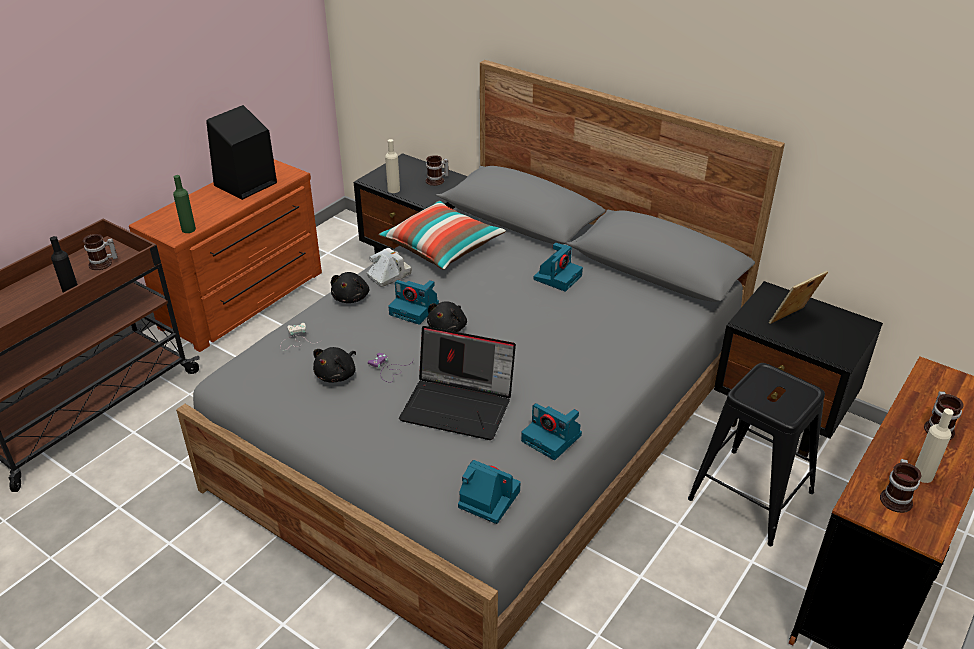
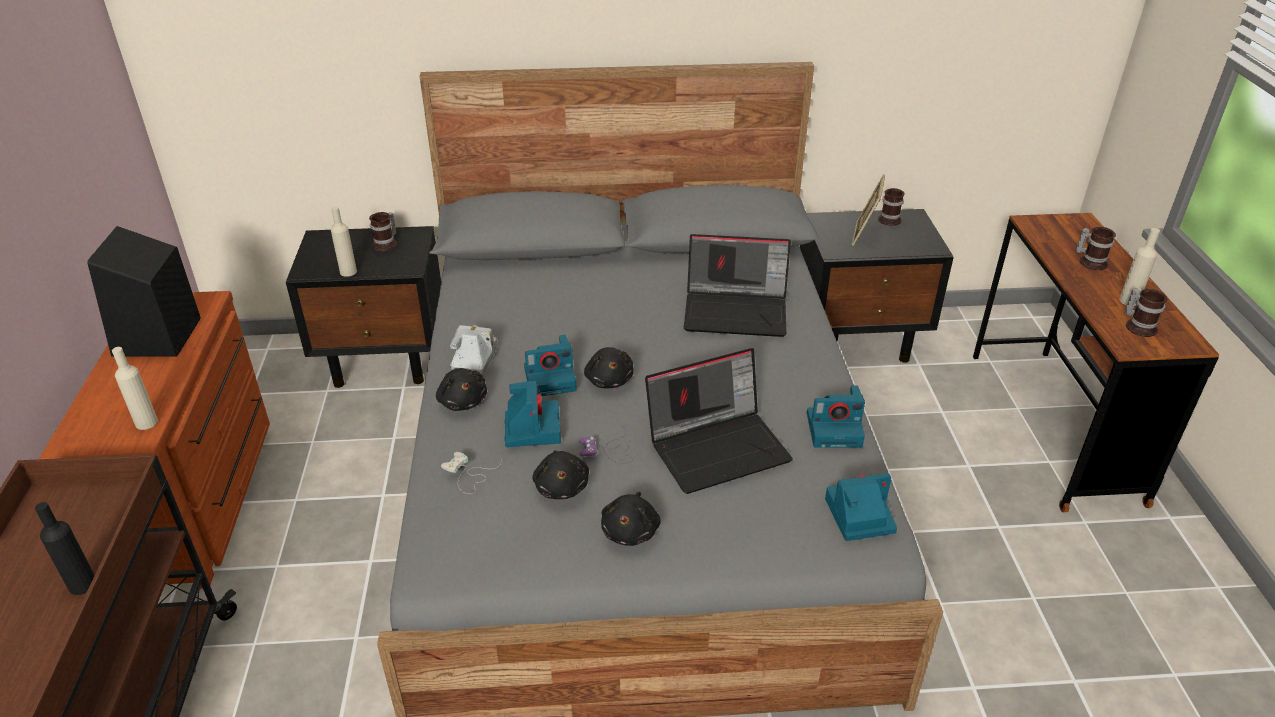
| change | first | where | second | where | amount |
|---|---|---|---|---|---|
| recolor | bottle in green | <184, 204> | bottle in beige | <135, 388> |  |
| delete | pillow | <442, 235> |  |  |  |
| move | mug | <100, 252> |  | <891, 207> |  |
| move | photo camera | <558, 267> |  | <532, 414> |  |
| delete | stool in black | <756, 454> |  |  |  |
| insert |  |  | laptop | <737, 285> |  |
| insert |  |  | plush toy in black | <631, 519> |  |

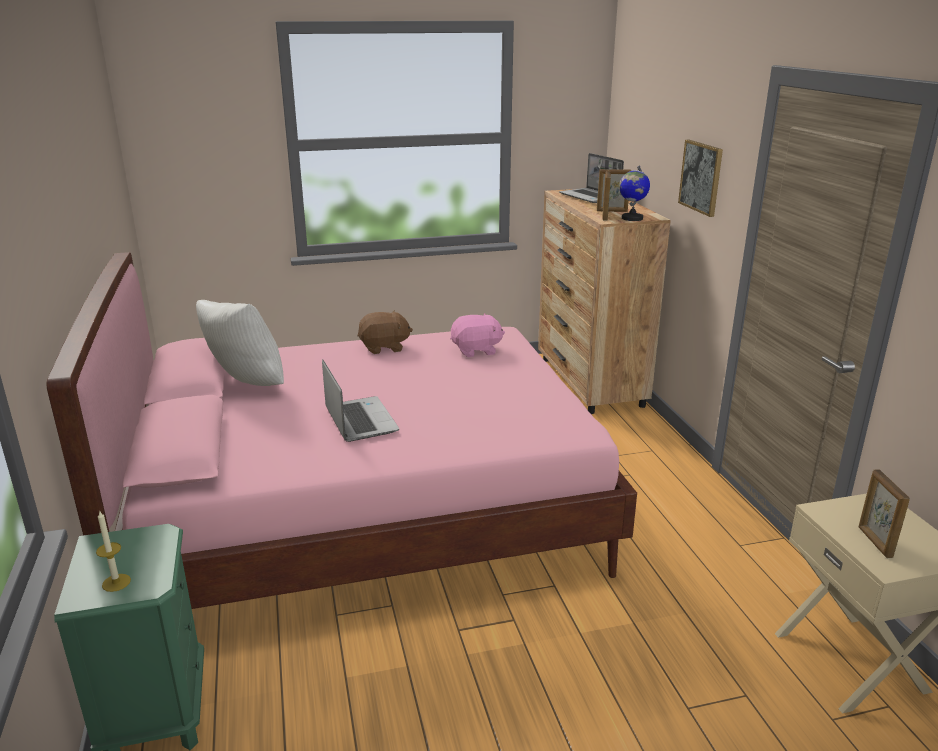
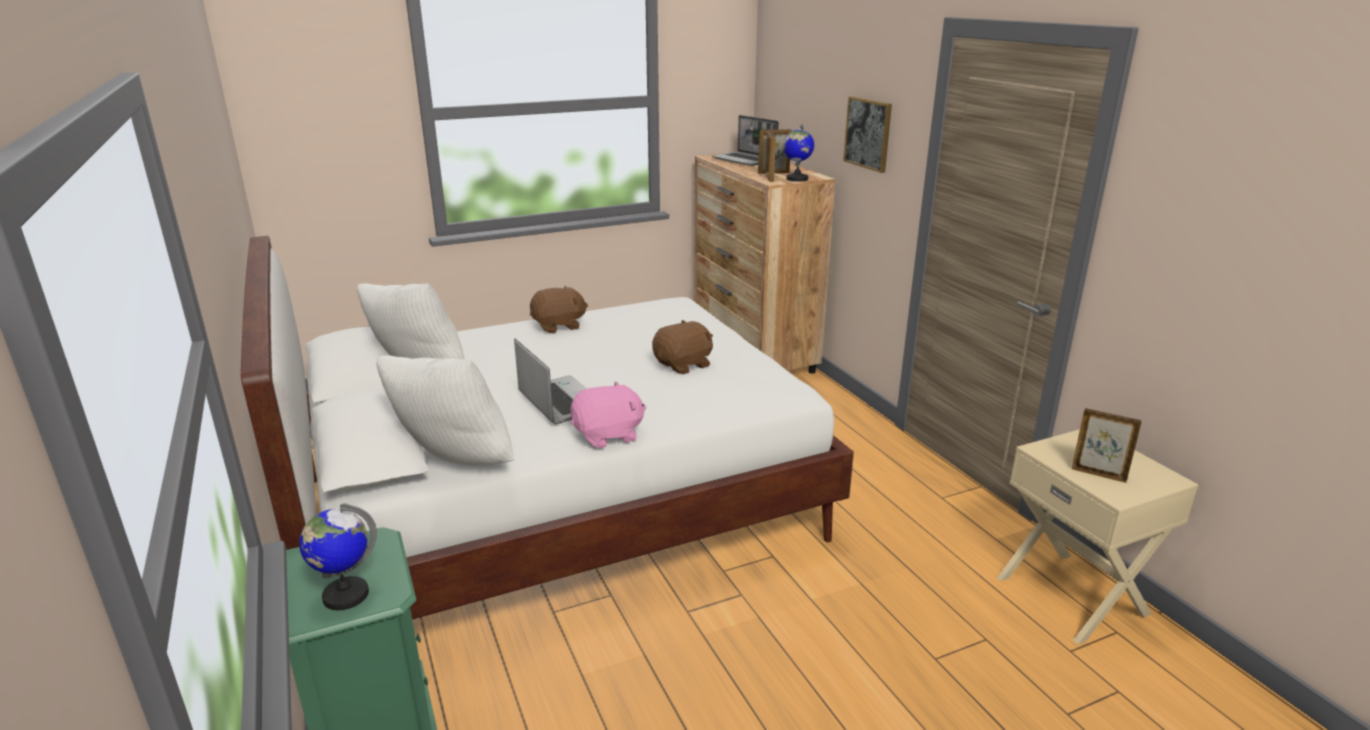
| change | first | where | second | where | amount |
|---|---|---|---|---|---|
| recolor | bed in pink | <342, 430> | bed in white | <547, 428> |  |
| move | plush toy in pink | <477, 335> |  | <608, 414> |  |
| rotate | picture frame | <884, 513> |  | <1107, 445> | 135 degrees clockwise |
| replace | candle | <113, 551> | globe | <338, 556> |  |
| insert |  |  | plush toy in brown | <682, 347> |  |
| insert |  |  | pillow in white | <445, 410> |  |

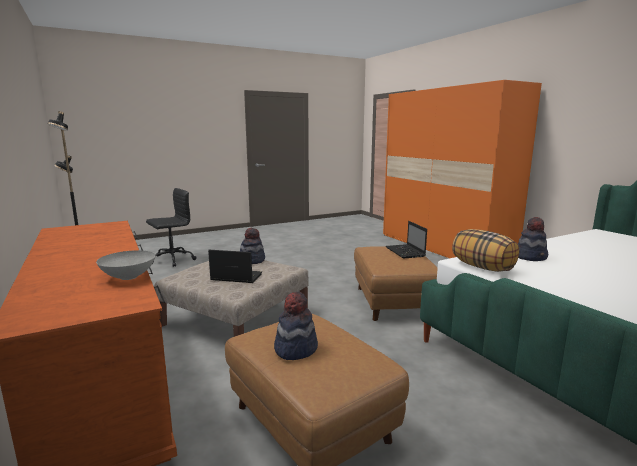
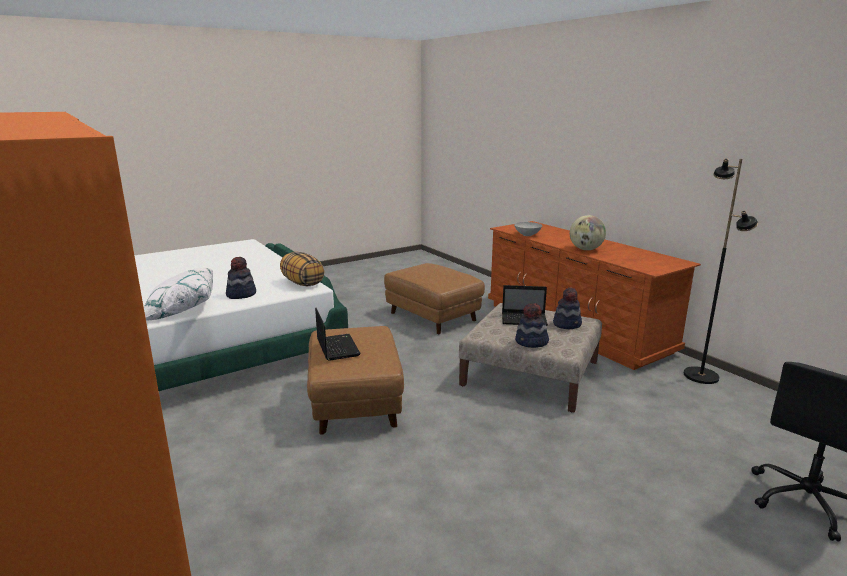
| change | first | where | second | where | amount |
|---|---|---|---|---|---|
| move | hat | <296, 326> |  | <567, 308> |  |
| insert |  |  | globe | <588, 232> |  |
| insert |  |  | pillow in white | <178, 294> |  |

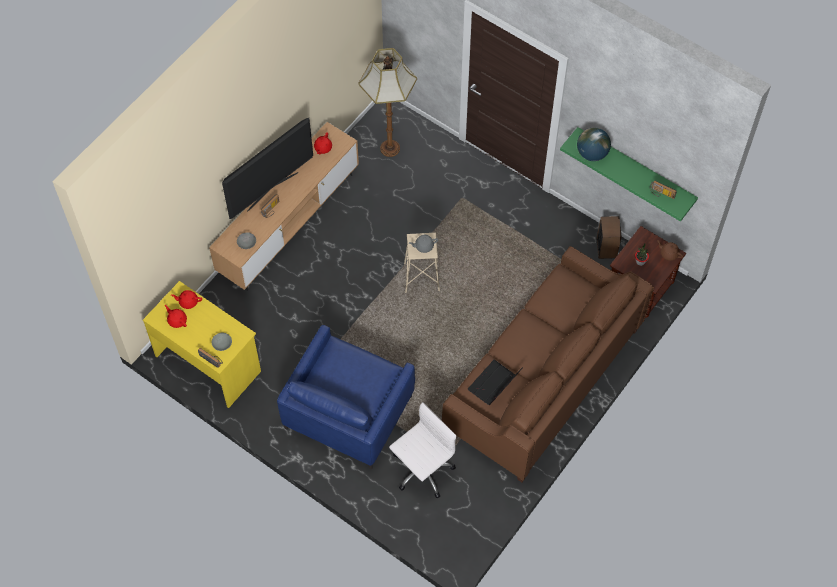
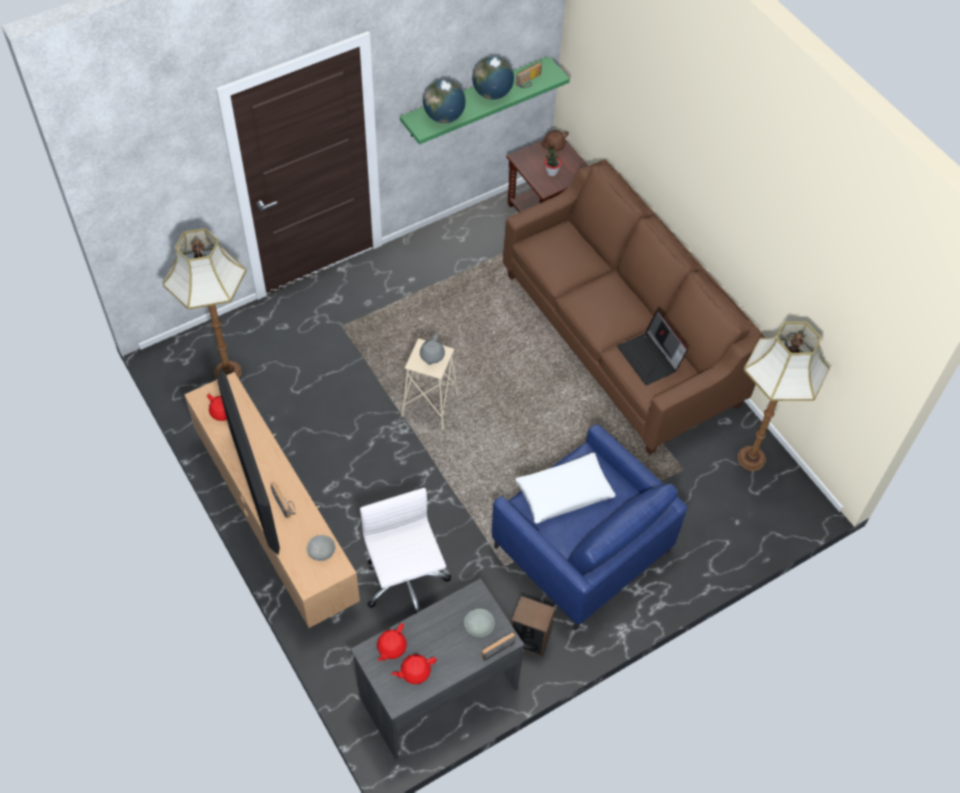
| change | first | where | second | where | amount |
|---|---|---|---|---|---|
| move | speaker | <609, 237> |  | <533, 626> |  |
| recolor | desk in yellow | <202, 344> | desk in grey | <437, 669> |  |
| move | office chair in white | <422, 450> |  | <405, 551> |  |
| insert |  |  | globe | <493, 77> |  |
| insert |  |  | floor lamp | <783, 396> |  |
| insert |  |  | pillow in white | <565, 488> |  |

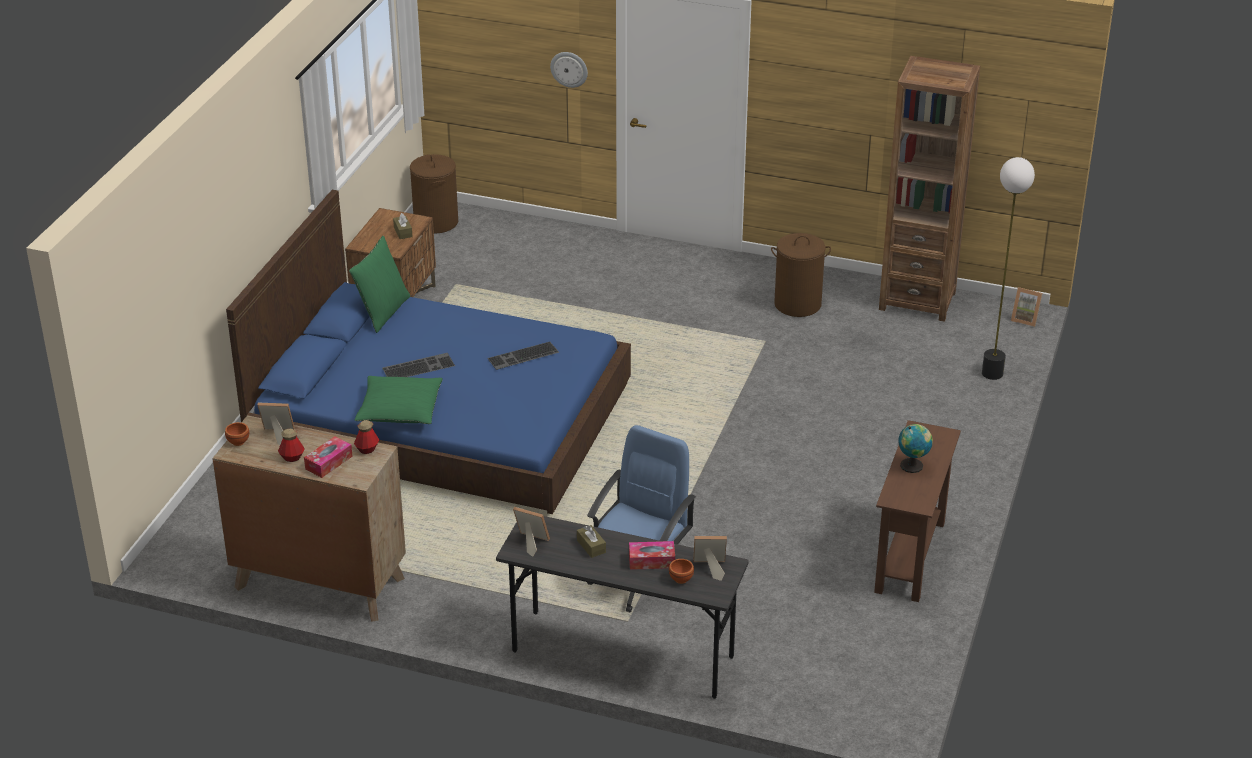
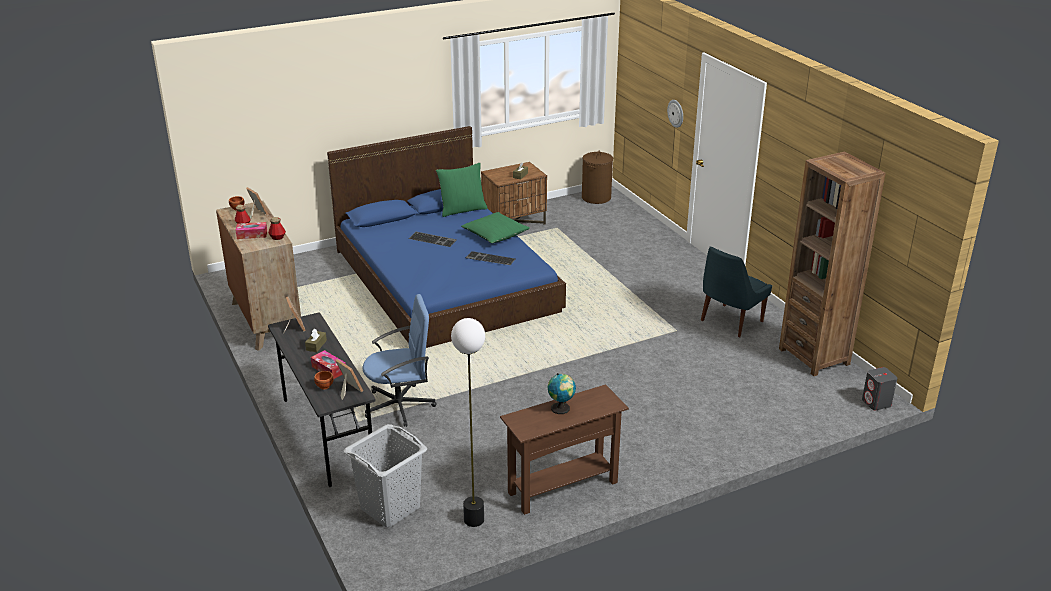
| change | first | where | second | where | amount |
|---|---|---|---|---|---|
| move | floor lamp | <1008, 268> |  | <468, 422> |  |
| replace | laundry basket in brown | <801, 275> | chair in blue | <736, 291> |  |
| replace | picture frame | <1026, 307> | speaker in grey | <879, 388> |  |
| move | pillow in green | <398, 400> |  | <495, 227> |  |
| insert |  |  | laundry basket in grey | <385, 475> |  |

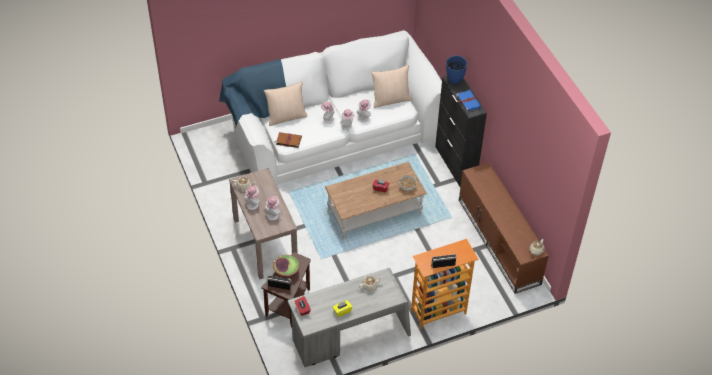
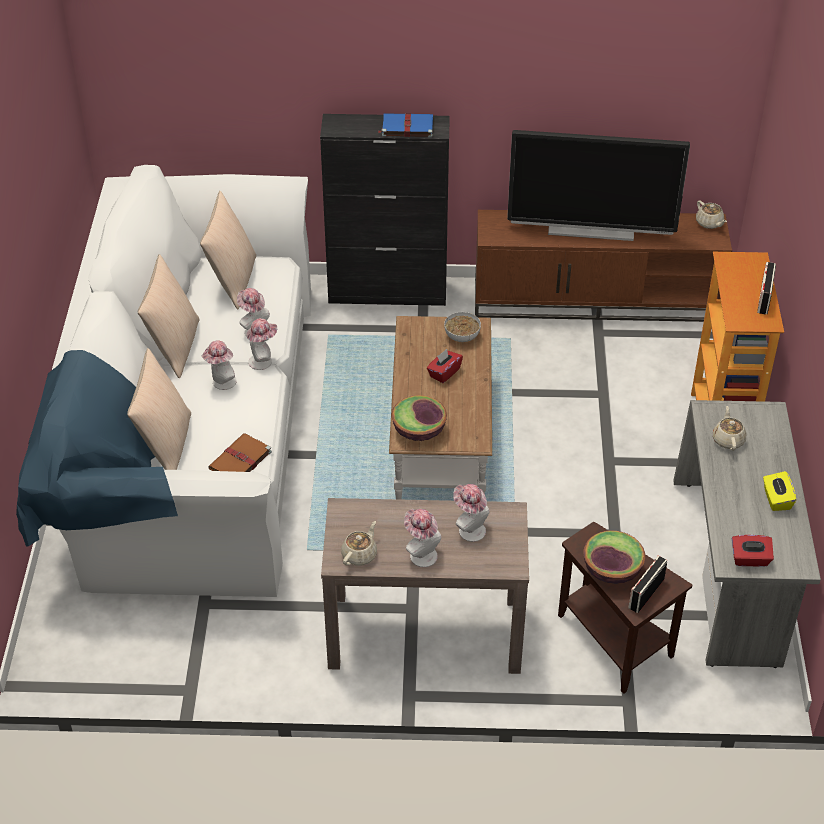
| change | first | where | second | where | amount |
|---|---|---|---|---|---|
| delete | vase in blue | <456, 69> |  |  |  |
| insert |  |  | television | <598, 185> |  |
| insert |  |  | pillow in beige | <168, 316> |  |
| insert |  |  | bowl | <419, 418> |  |

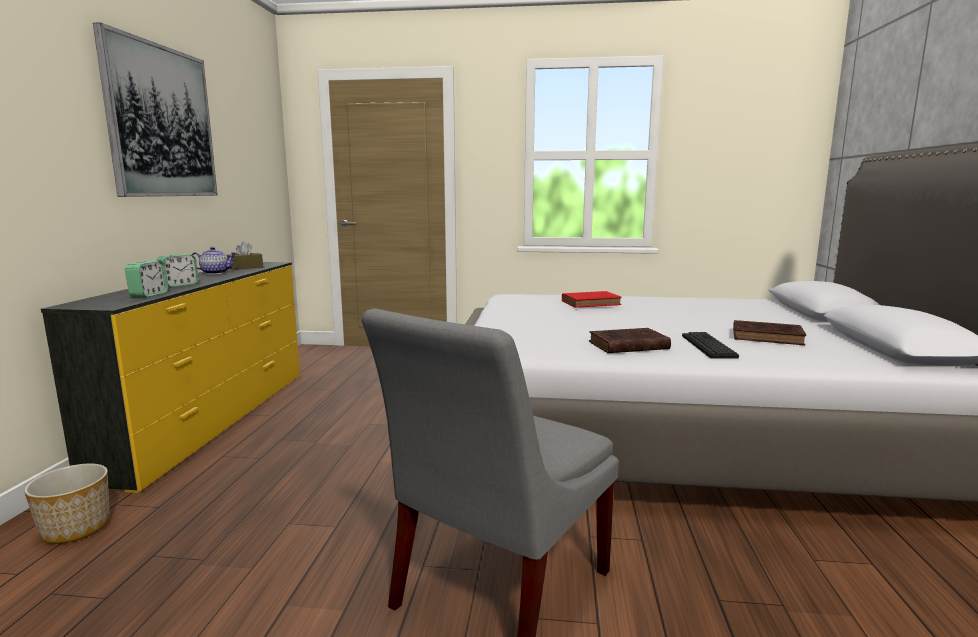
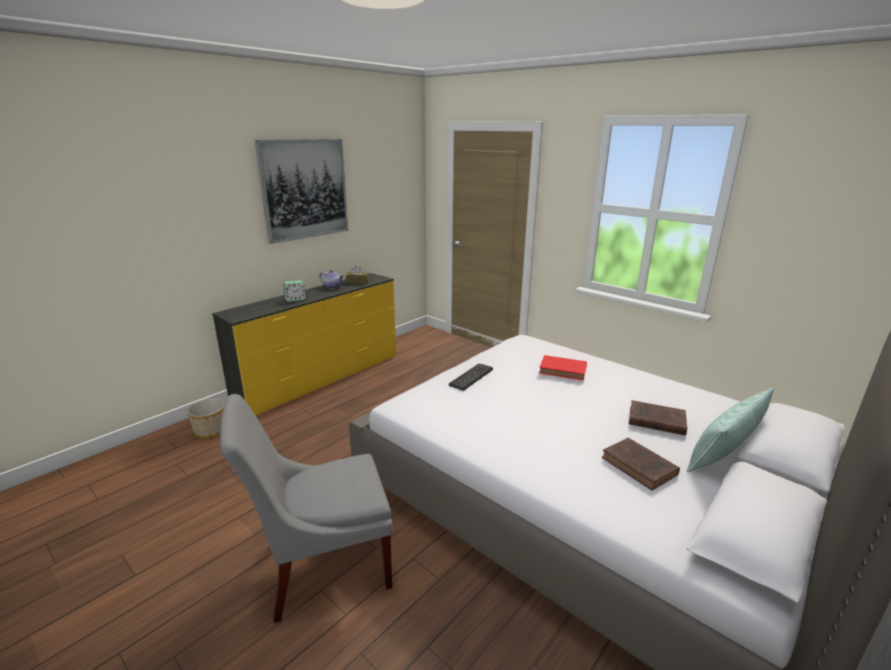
| change | first | where | second | where | amount |
|---|---|---|---|---|---|
| delete | alarm clock | <146, 279> |  |  |  |
| move | book in brown | <630, 340> |  | <658, 418> |  |
| move | keyboard | <710, 345> |  | <471, 377> |  |
| insert |  |  | pillow | <730, 430> |  |

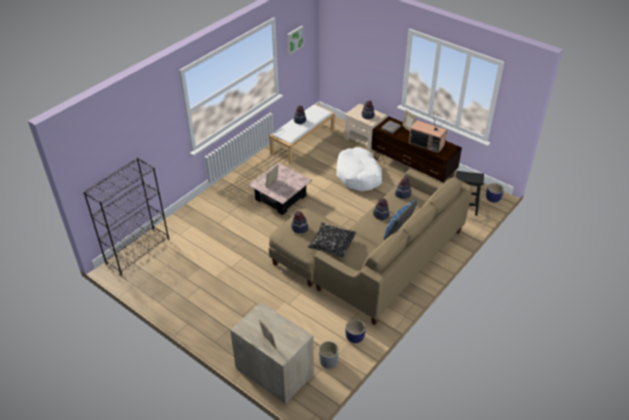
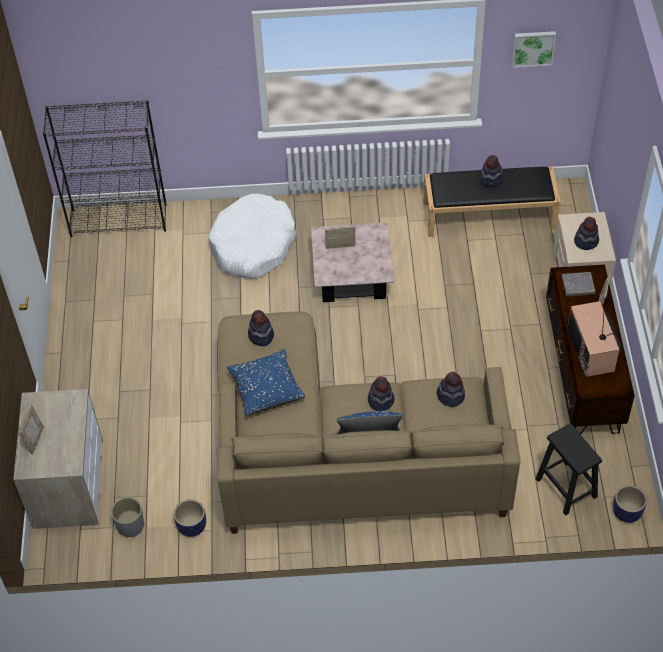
| change | first | where | second | where | amount |
|---|---|---|---|---|---|
| recolor | bench in white | <302, 134> | bench in black | <492, 201> |  |
| move | dog bed in white | <359, 169> |  | <253, 236> |  |
| recolor | pillow in black | <332, 240> | pillow in blue | <266, 382> |  |

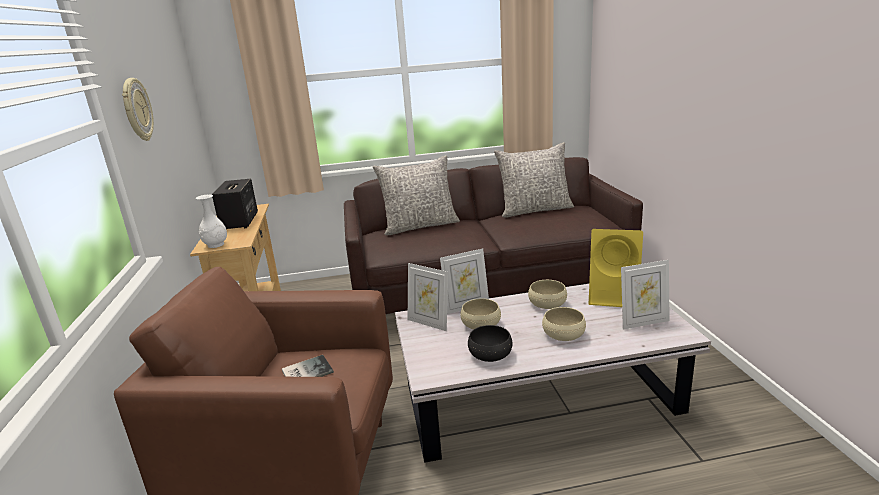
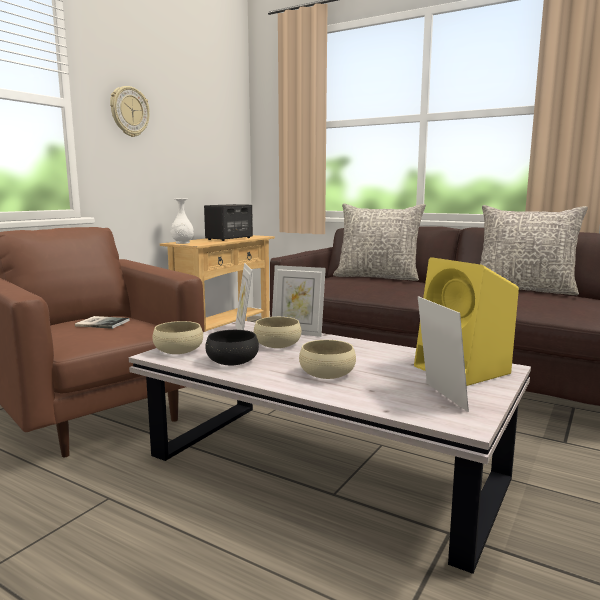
| change | first | where | second | where | amount |
|---|---|---|---|---|---|
| rotate | picture frame | <645, 294> |  | <443, 354> | 135 degrees counterclockwise |
| move | bowl in beige | <547, 294> |  | <177, 337> |  |

